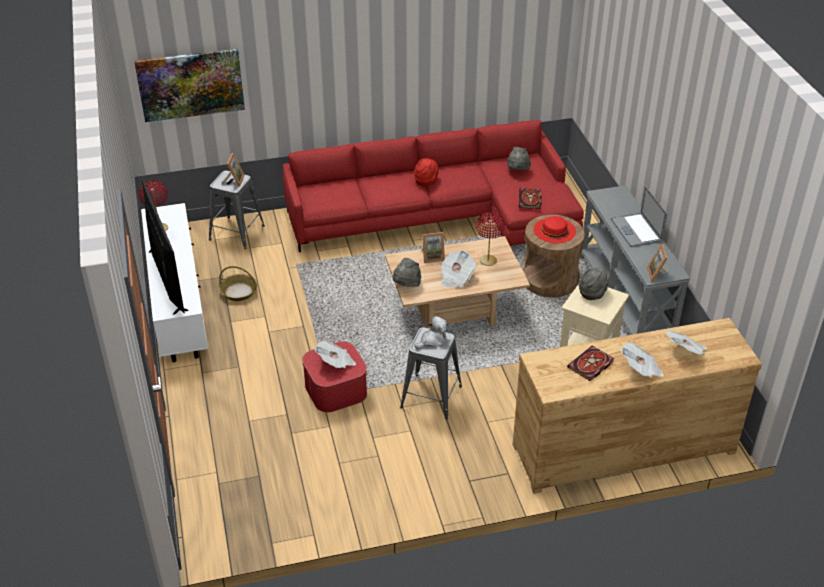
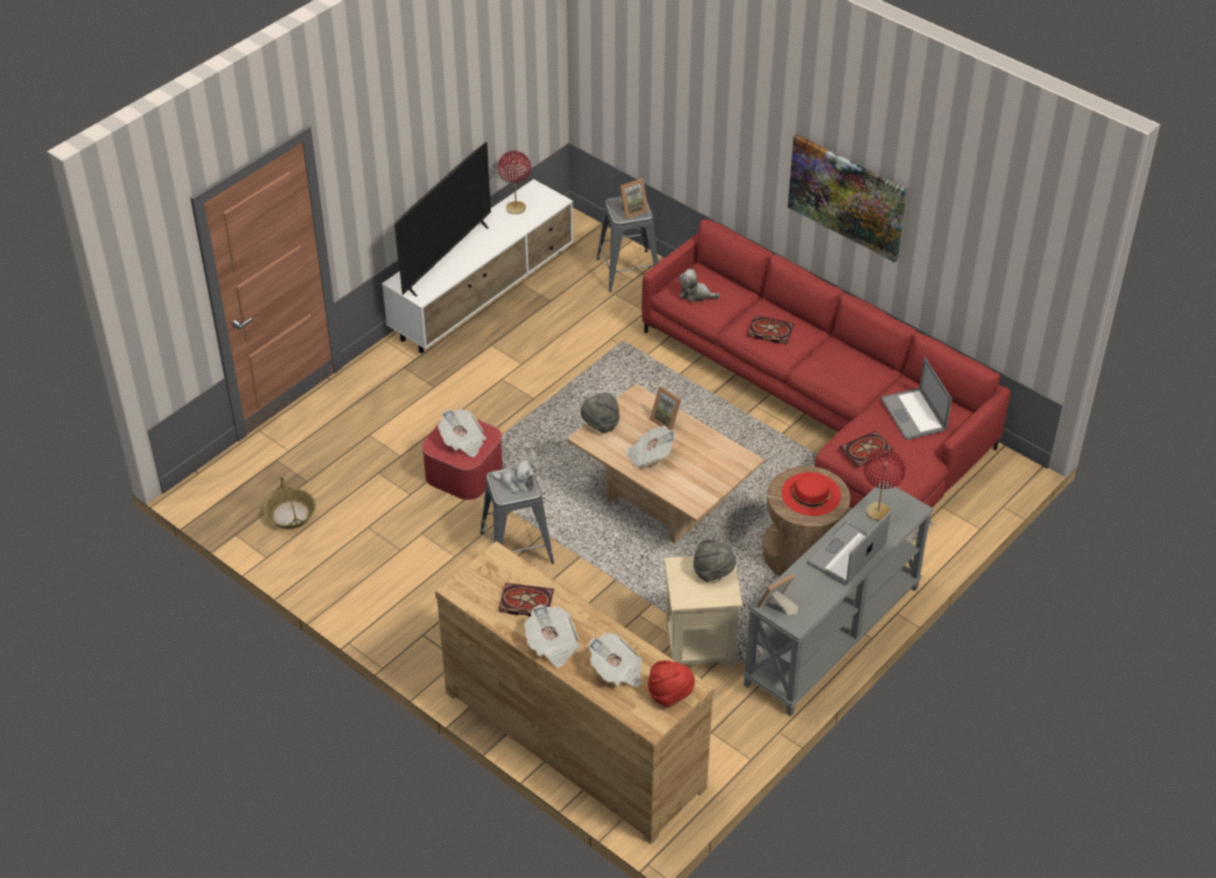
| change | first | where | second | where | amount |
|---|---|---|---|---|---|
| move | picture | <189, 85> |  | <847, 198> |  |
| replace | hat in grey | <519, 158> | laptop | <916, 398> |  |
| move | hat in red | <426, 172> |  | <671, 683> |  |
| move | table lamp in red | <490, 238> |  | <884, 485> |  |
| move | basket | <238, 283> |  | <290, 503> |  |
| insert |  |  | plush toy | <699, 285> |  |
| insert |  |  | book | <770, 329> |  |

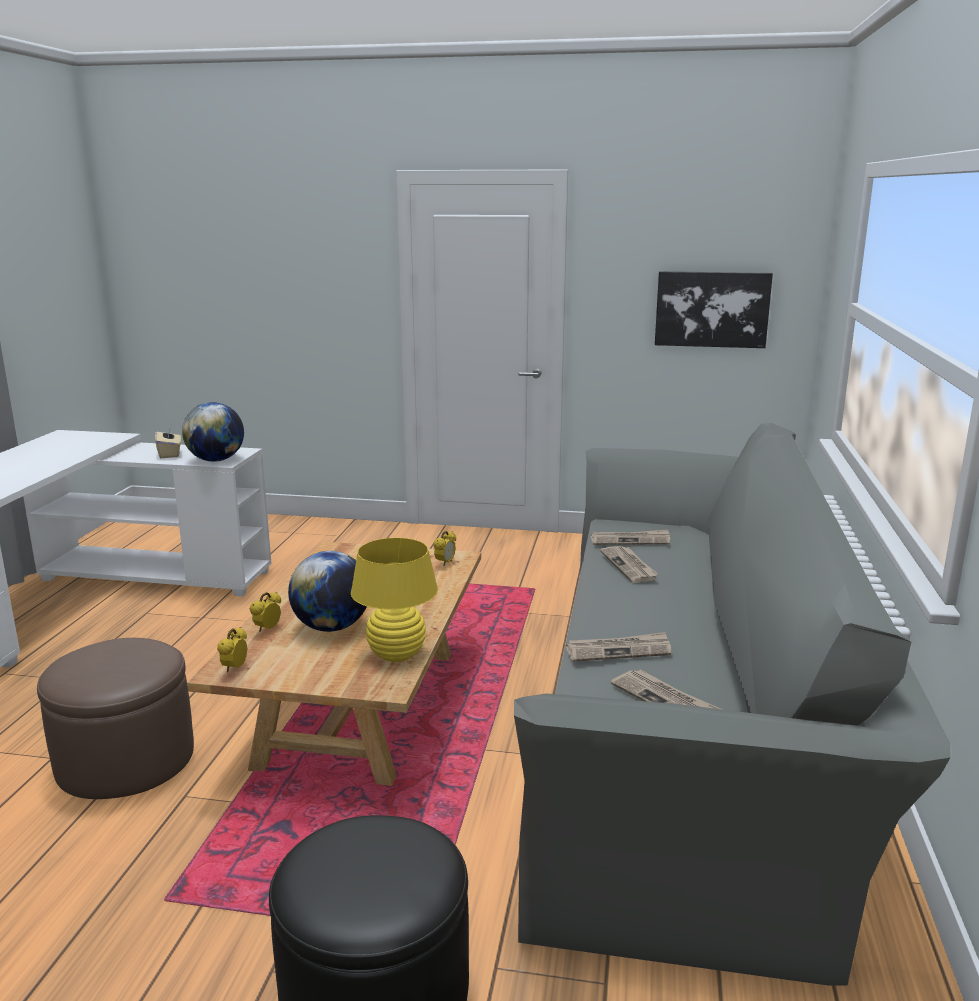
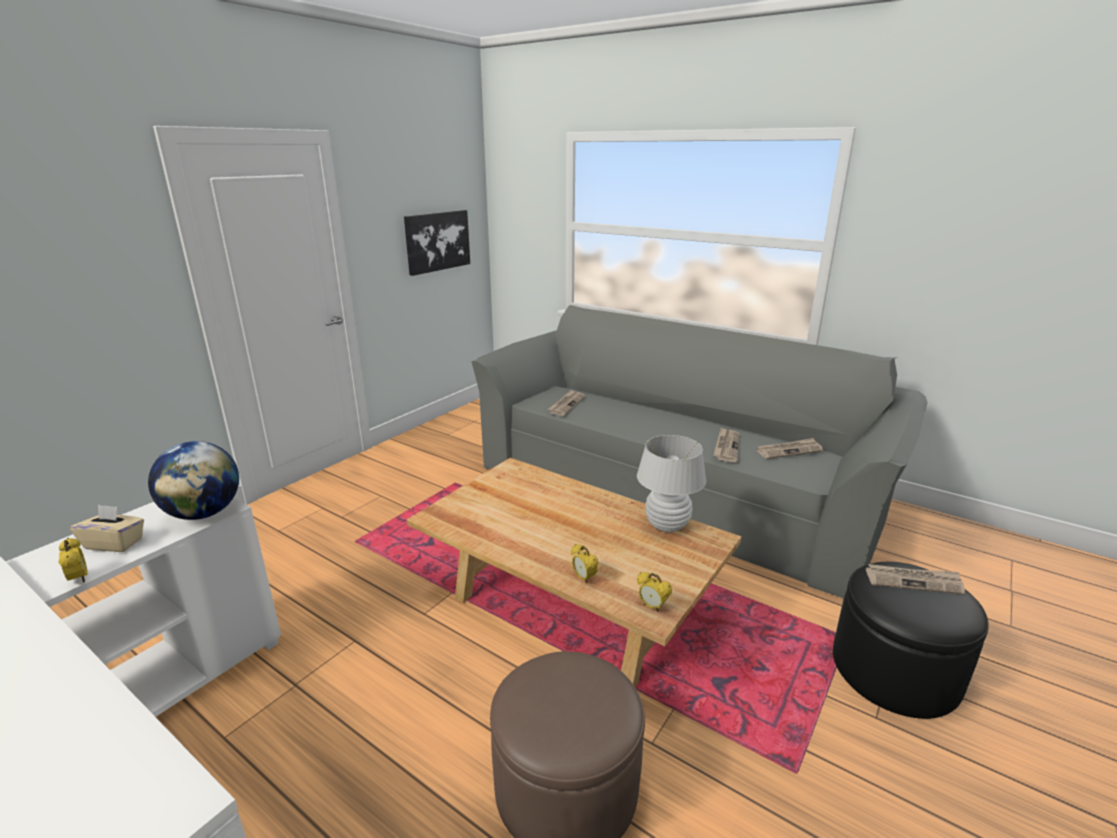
| change | first | where | second | where | amount |
|---|---|---|---|---|---|
| move | alarm clock | <444, 548> |  | <73, 560> |  |
| recolor | table lamp in yellow | <394, 600> | table lamp in white | <671, 483> |  |
| move | newspaper | <629, 564> |  | <915, 579> |  |
| delete | globe | <327, 591> |  |  |  |

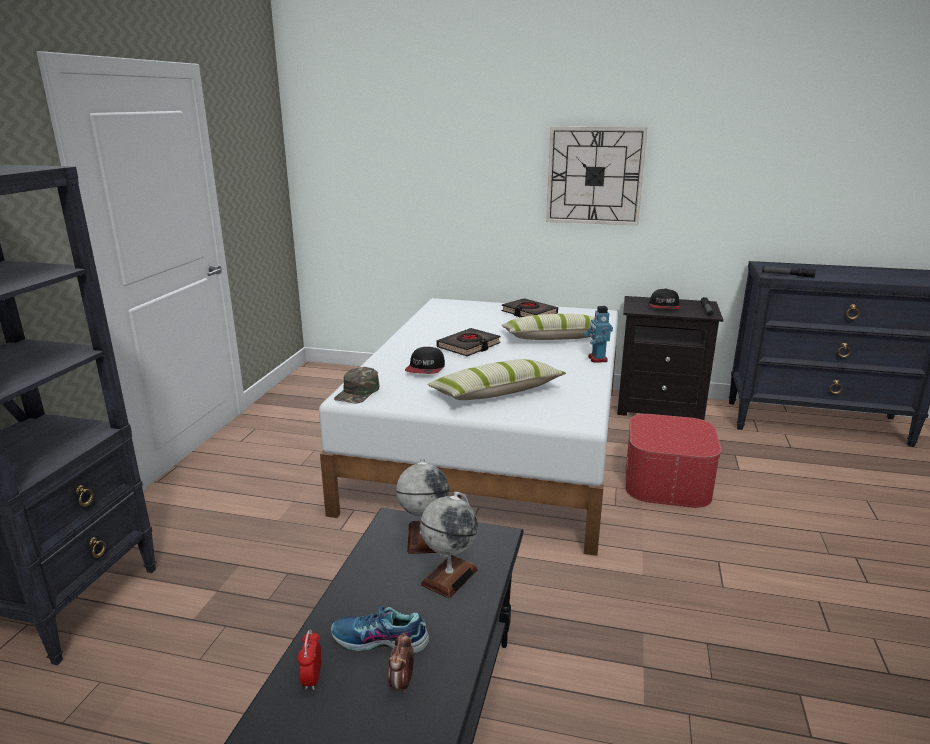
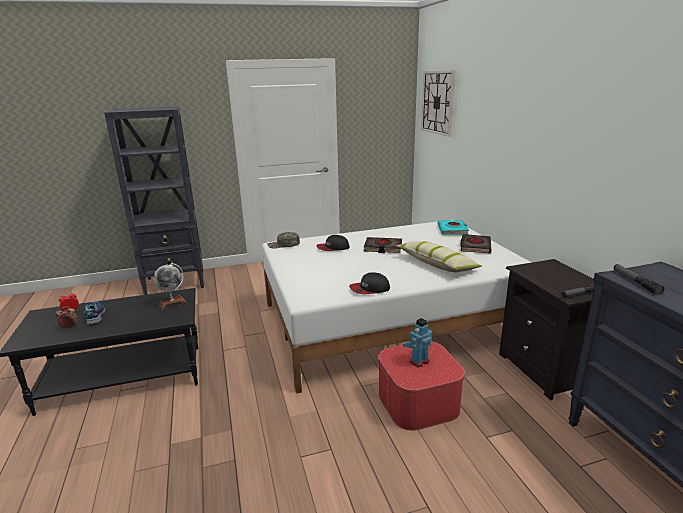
| change | first | where | second | where | amount |
|---|---|---|---|---|---|
| move | wall clock | <597, 176> |  | <438, 104> |  |
| move | cap | <664, 298> |  | <369, 283> |  |
| move | toy robot | <598, 334> |  | <418, 342> |  |
| delete | pillow | <496, 379> |  |  |  |
| delete | globe | <449, 545> |  |  |  |
| insert |  |  | book in turquoise | <453, 227> |  |

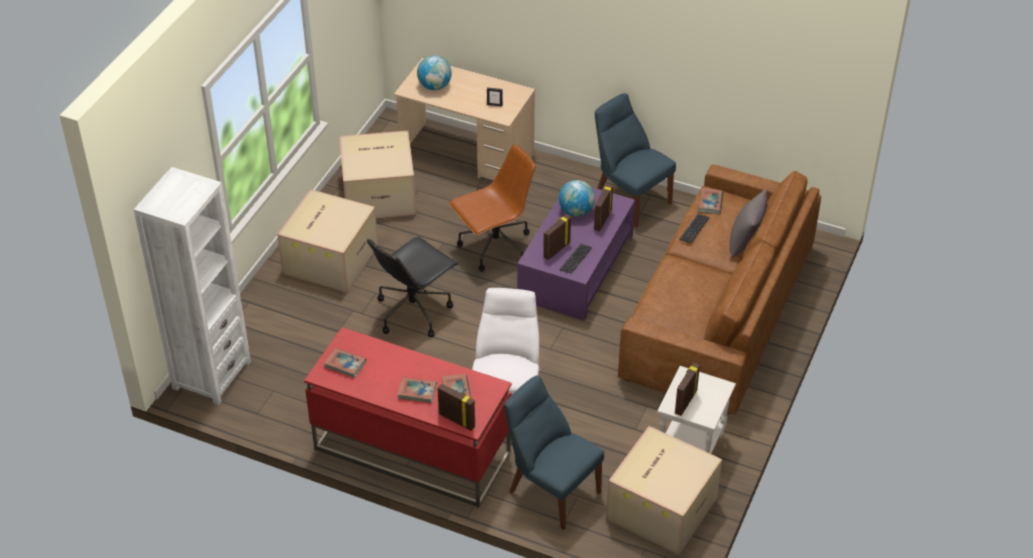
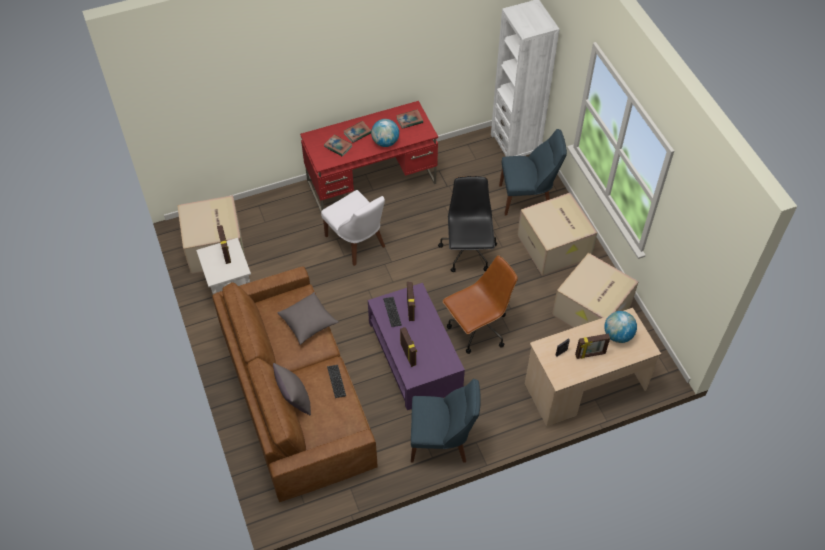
| change | first | where | second | where | amount |
|---|---|---|---|---|---|
| rotate | office chair in brown | <492, 208> |  | <480, 304> | 135 degrees counterclockwise |
| move | globe | <577, 198> |  | <385, 133> |  |
| delete | book | <710, 201> |  |  |  |
| move | chair in blue | <554, 453> |  | <533, 172> |  |
| move | picture frame | <456, 407> |  | <592, 346> |  |
| insert |  |  | pillow in grey | <308, 318> |  |

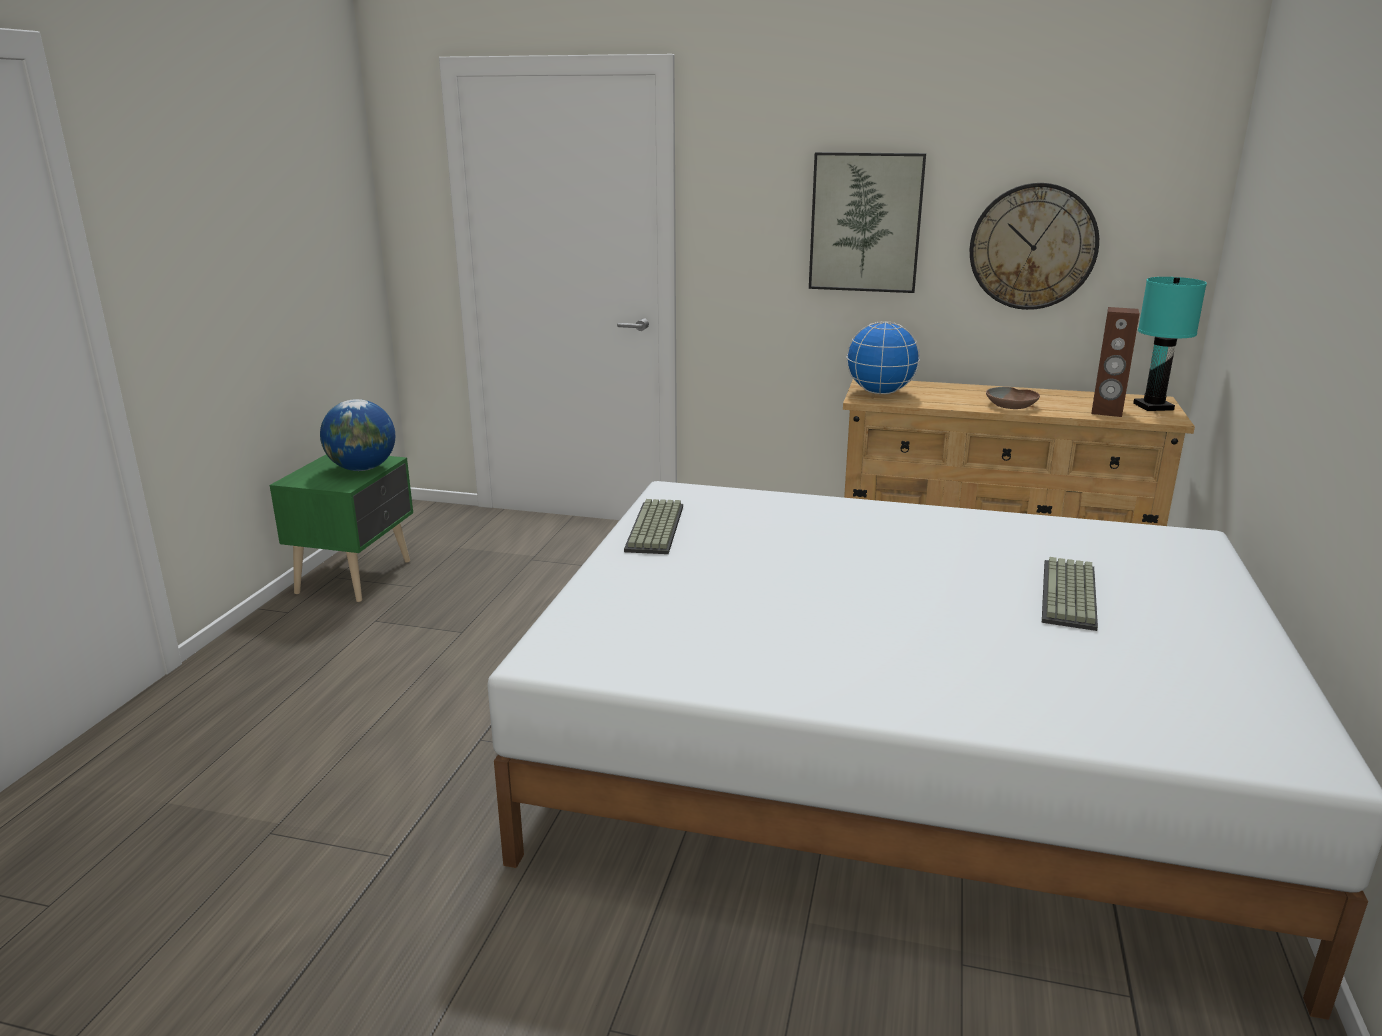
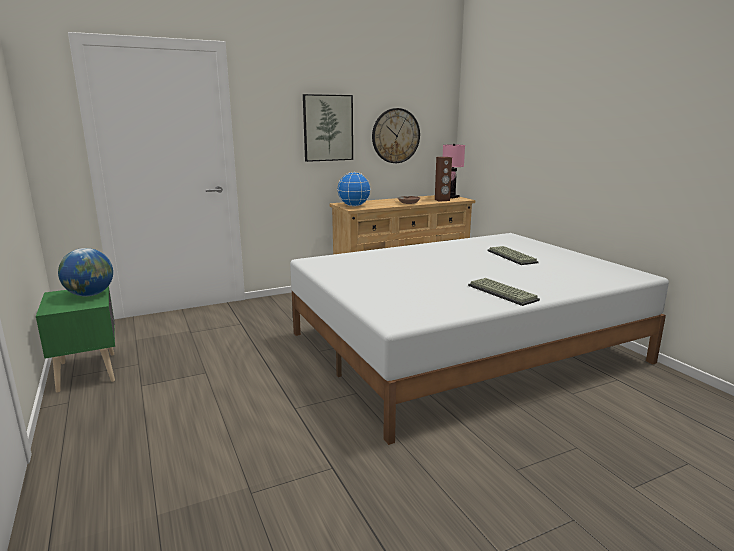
| change | first | where | second | where | amount |
|---|---|---|---|---|---|
| recolor | table lamp in turquoise | <1170, 344> | table lamp in pink | <454, 171> |  |
| move | keyboard | <653, 526> |  | <504, 292> |  |

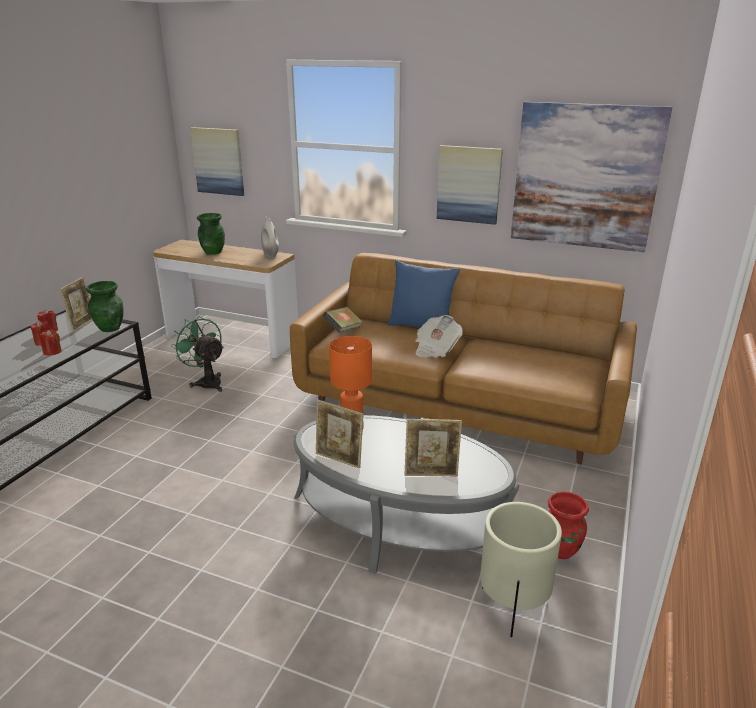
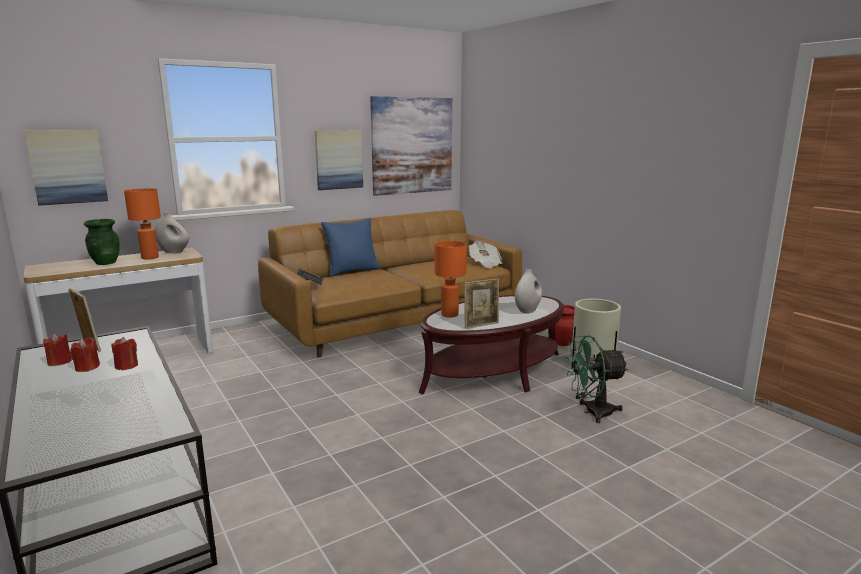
| change | first | where | second | where | amount |
|---|---|---|---|---|---|
| delete | vase in green | <105, 306> |  |  |  |
| move | newspaper | <439, 336> |  | <485, 254> |  |
| move | fan in green | <197, 354> |  | <597, 379> |  |
| recolor | coffee table in grey | <406, 494> | coffee table in brown | <491, 345> |  |
| replace | picture frame | <433, 448> | vase in white | <528, 291> |  |
| insert |  |  | table lamp in orange | <142, 223> |  |

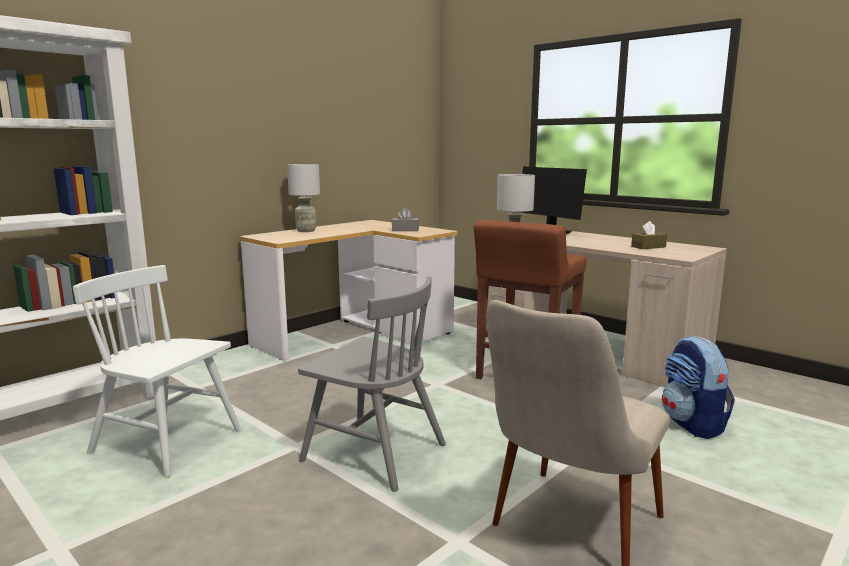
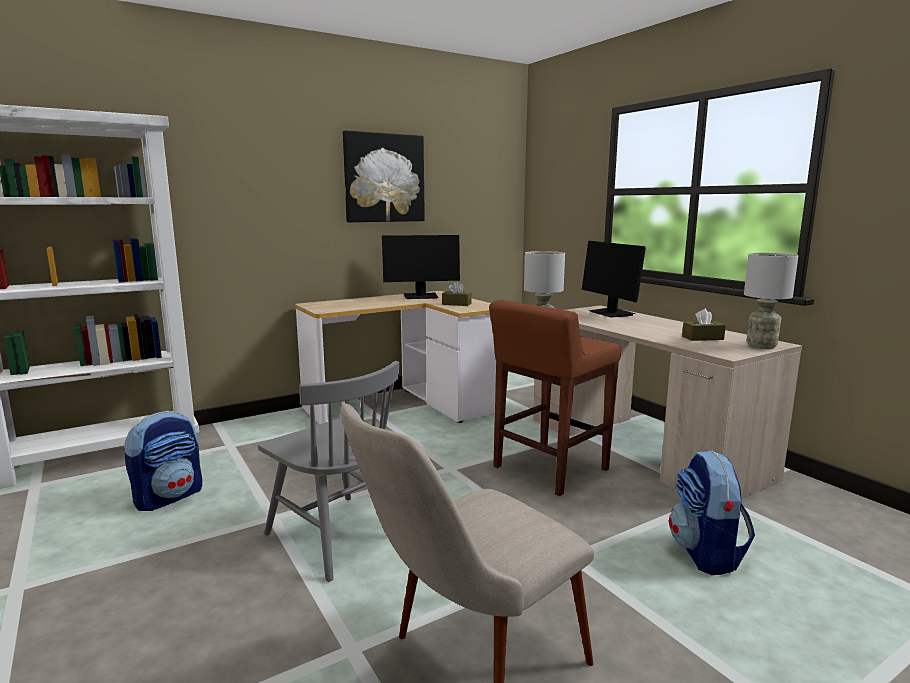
| change | first | where | second | where | amount |
|---|---|---|---|---|---|
| move | table lamp in grey | <303, 198> |  | <771, 301> |  |
| recolor | tissue box in grey | <405, 219> | tissue box in brown | <457, 293> |  |
| replace | chair in white | <157, 371> | backpack | <163, 461> |  |
| insert |  |  | picture | <384, 176> |  |
| insert |  |  | monitor | <421, 267> |  |

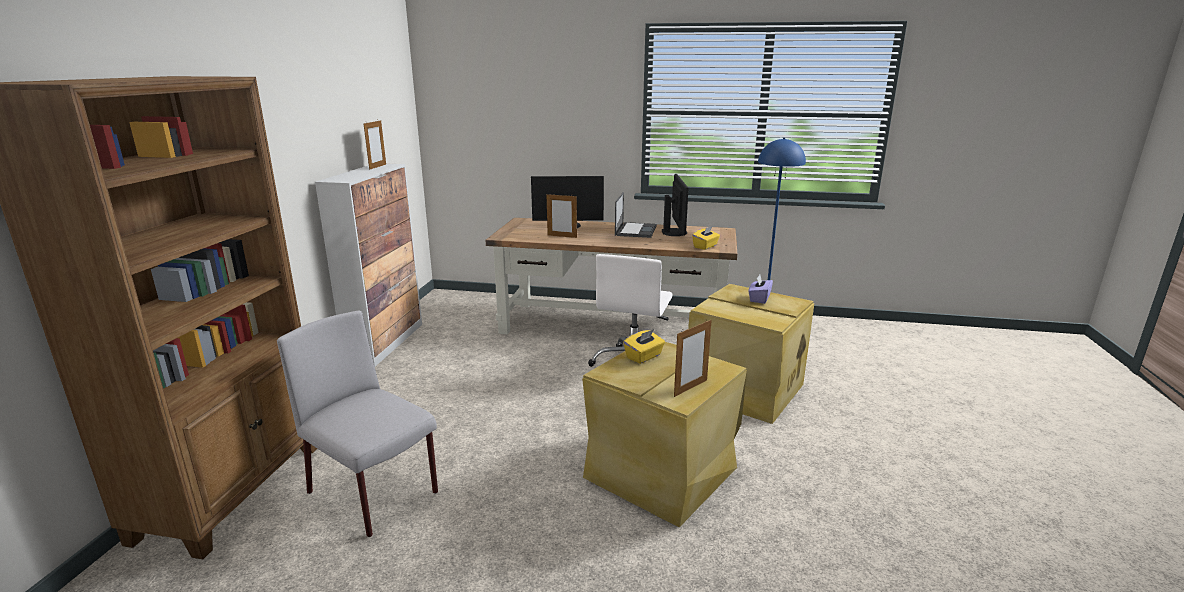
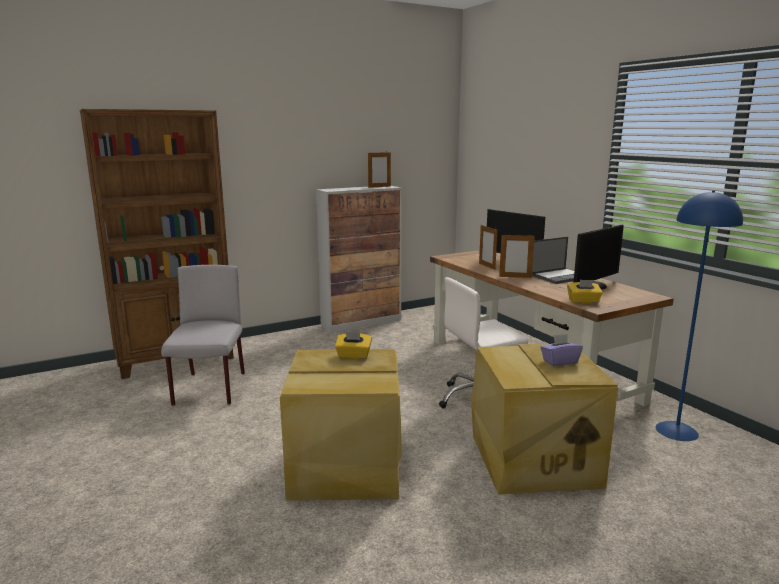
| change | first | where | second | where | amount |
|---|---|---|---|---|---|
| move | picture frame | <693, 358> |  | <517, 255> |  |

